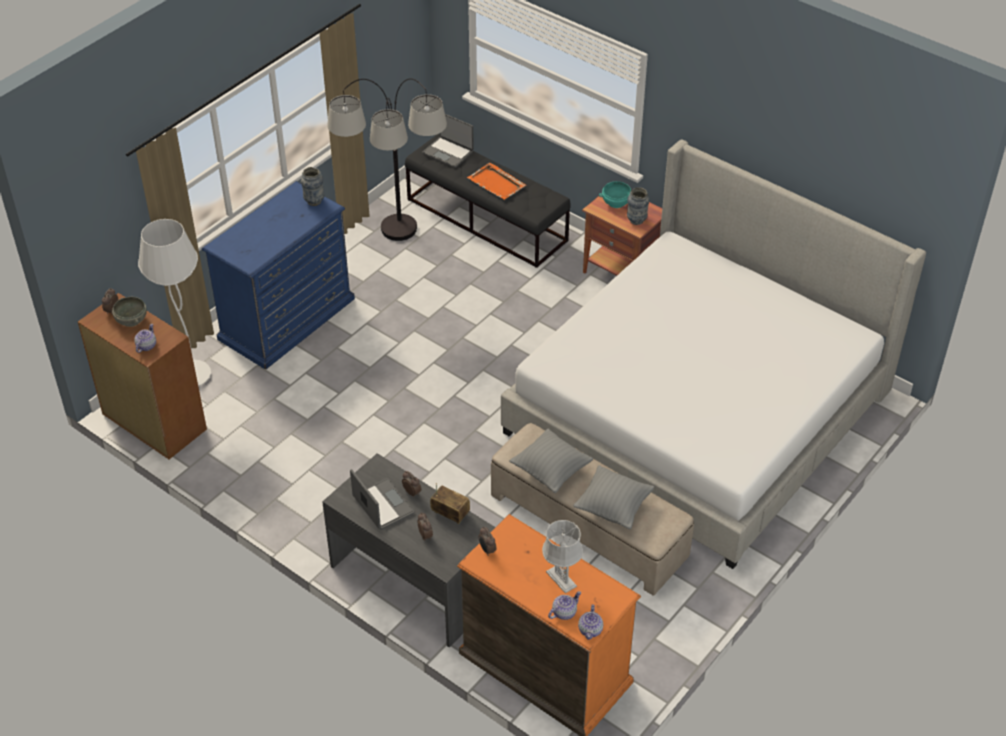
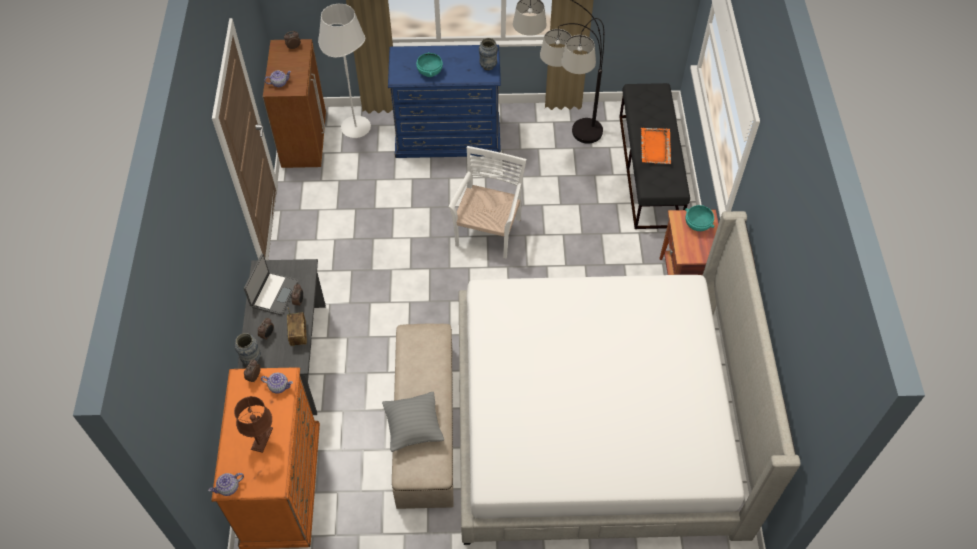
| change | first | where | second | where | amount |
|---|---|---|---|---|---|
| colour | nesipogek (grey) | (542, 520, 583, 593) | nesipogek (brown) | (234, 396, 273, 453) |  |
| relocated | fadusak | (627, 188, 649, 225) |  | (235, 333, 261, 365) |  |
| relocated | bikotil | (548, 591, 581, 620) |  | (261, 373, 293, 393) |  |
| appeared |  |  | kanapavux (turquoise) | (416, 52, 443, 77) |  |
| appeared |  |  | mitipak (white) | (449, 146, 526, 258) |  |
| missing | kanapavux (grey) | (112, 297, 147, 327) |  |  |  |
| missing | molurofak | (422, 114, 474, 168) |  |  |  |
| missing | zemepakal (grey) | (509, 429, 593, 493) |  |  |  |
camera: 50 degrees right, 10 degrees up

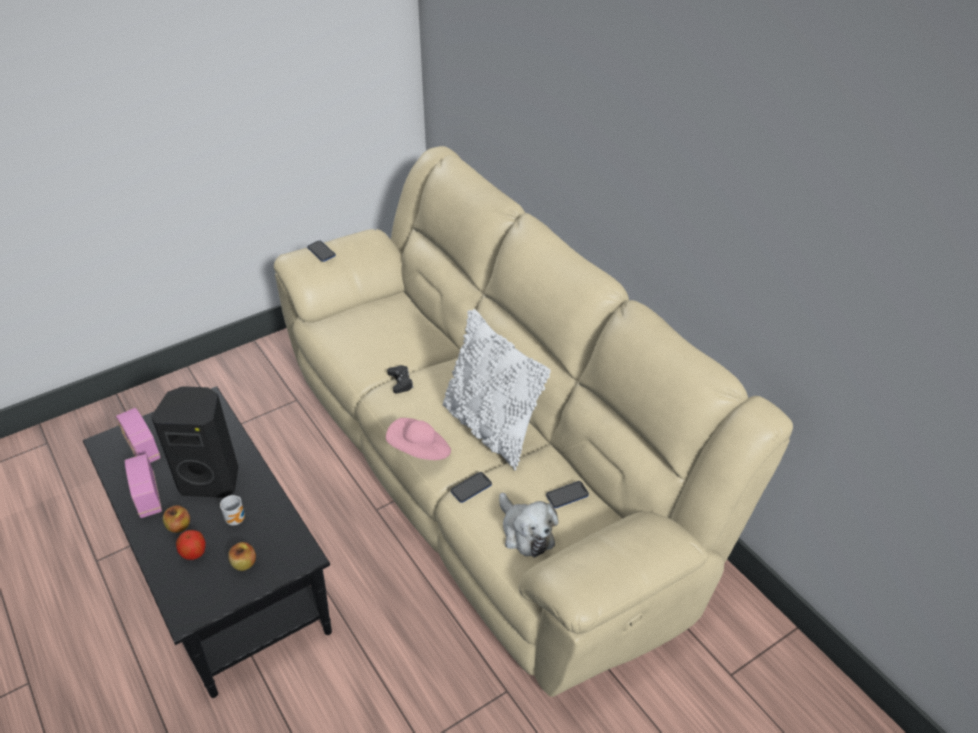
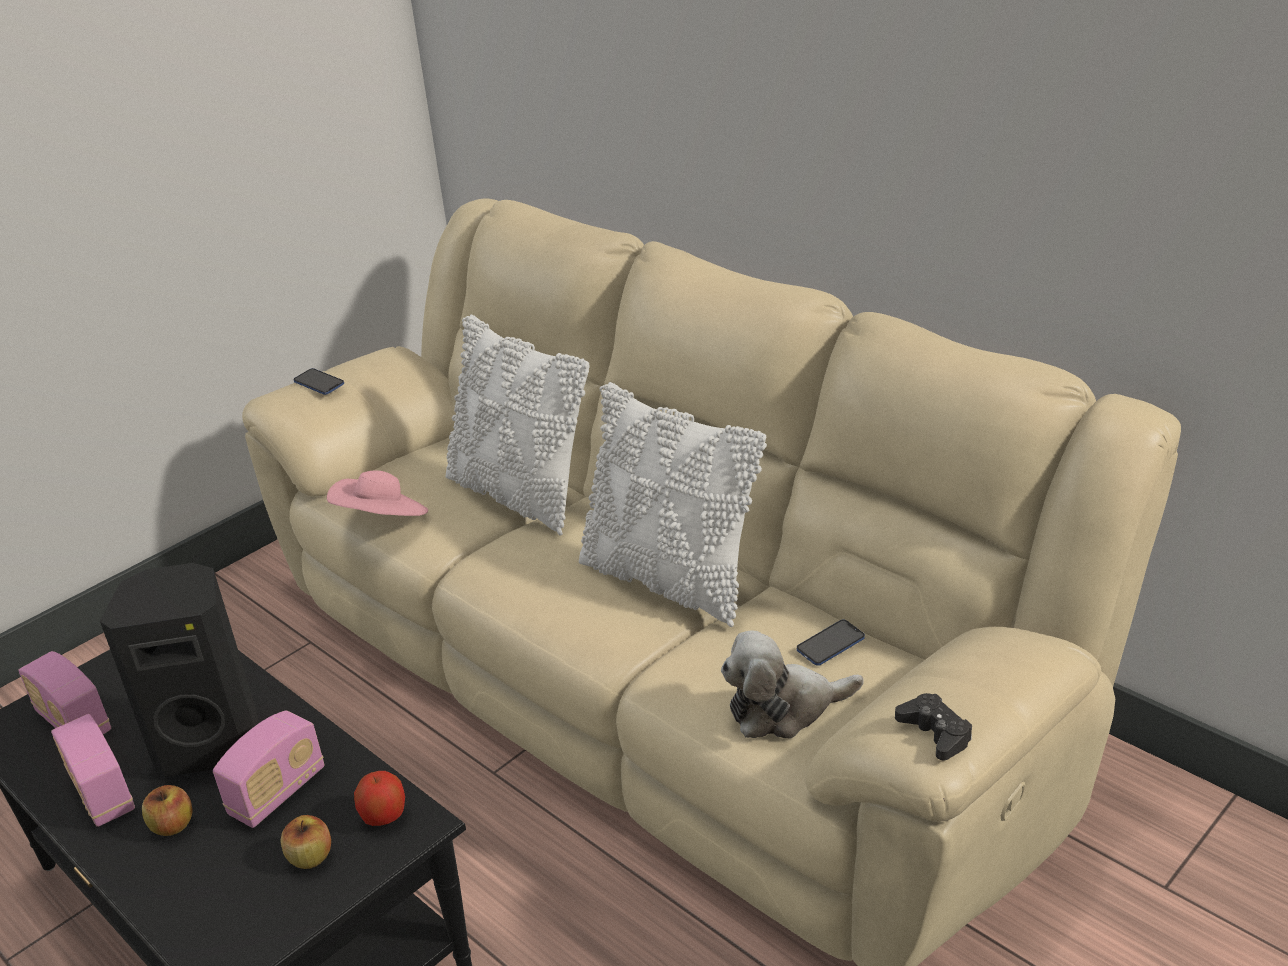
| change | first | where | second | where | amount |
|---|---|---|---|---|---|
| exchanged | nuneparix | (220, 495, 245, 526) | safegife | (213, 711, 324, 828) |  |
| relocated | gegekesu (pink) | (386, 418, 451, 460) |  | (327, 470, 428, 516) |  |
| relocated | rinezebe | (176, 530, 206, 560) |  | (354, 771, 405, 826) |  |
| appeared |  |  | zemepakal (white) | (446, 314, 589, 535) |  |
| spun | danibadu | (499, 493, 559, 558) |  | (721, 631, 864, 739) | 120 degrees clockwise |
| relocated | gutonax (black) | (387, 365, 414, 394) |  | (895, 693, 972, 760) |  |
| missing | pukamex | (451, 472, 492, 503) |  |  |  |
camera: 10 degrees left, 10 degrees down

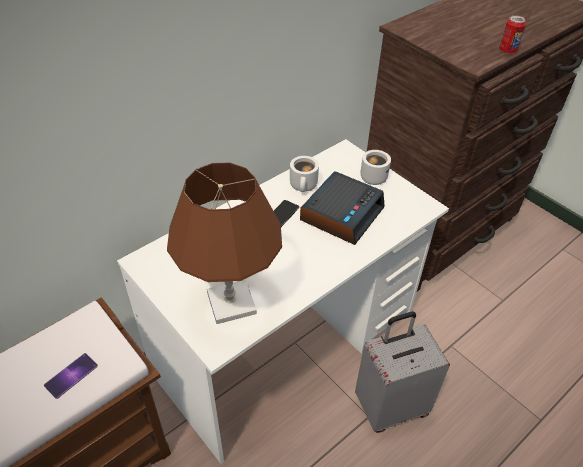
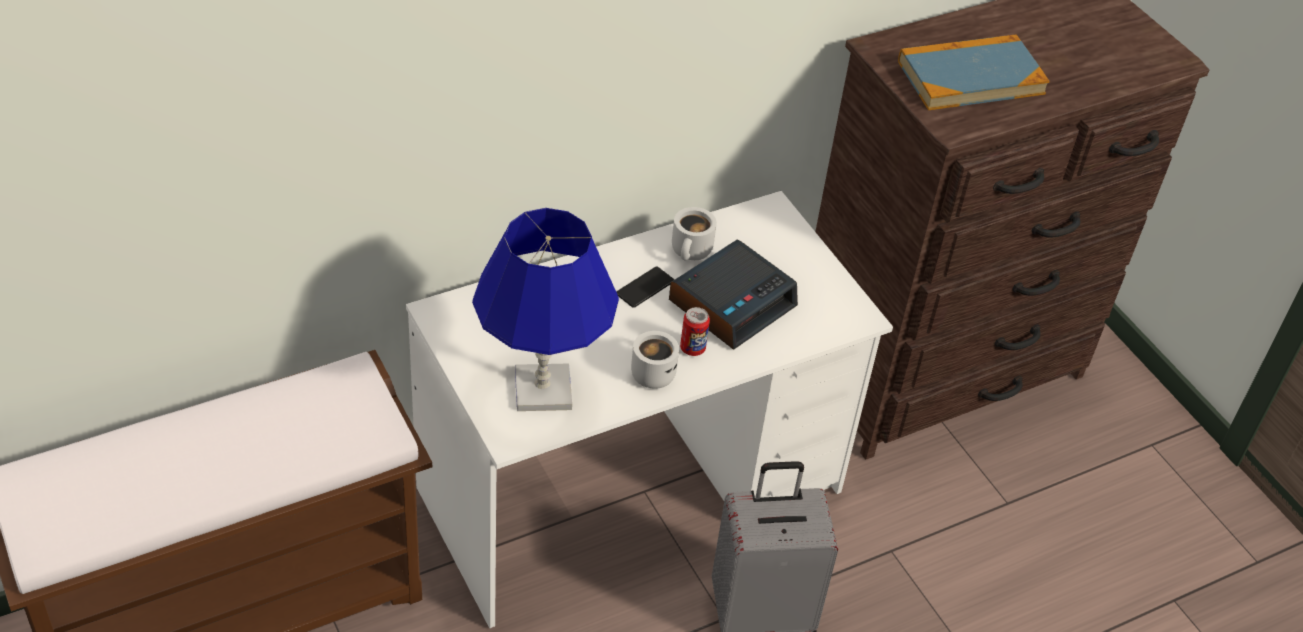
| change | first | where | second | where | amount |
|---|---|---|---|---|---|
| colour | nesipogek (brown) | (167, 163, 282, 324) | nesipogek (blue) | (472, 208, 619, 411) |  |
| relocated | nuneparix (white) | (360, 150, 391, 185) |  | (631, 331, 679, 389) |  |
| relocated | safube | (499, 16, 526, 54) |  | (680, 307, 710, 356) |  |
| appeared |  |  | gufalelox | (898, 34, 1050, 110) |  |
| missing | pukamex | (44, 353, 98, 399) |  |  |  |
camera: 10 degrees right, 0 degrees up

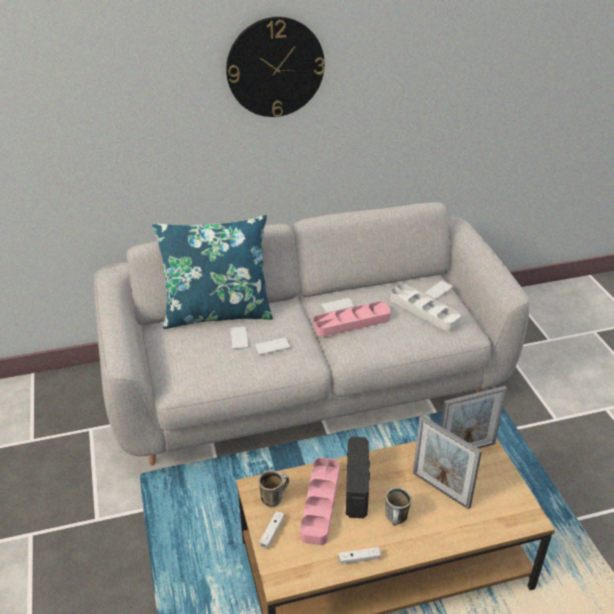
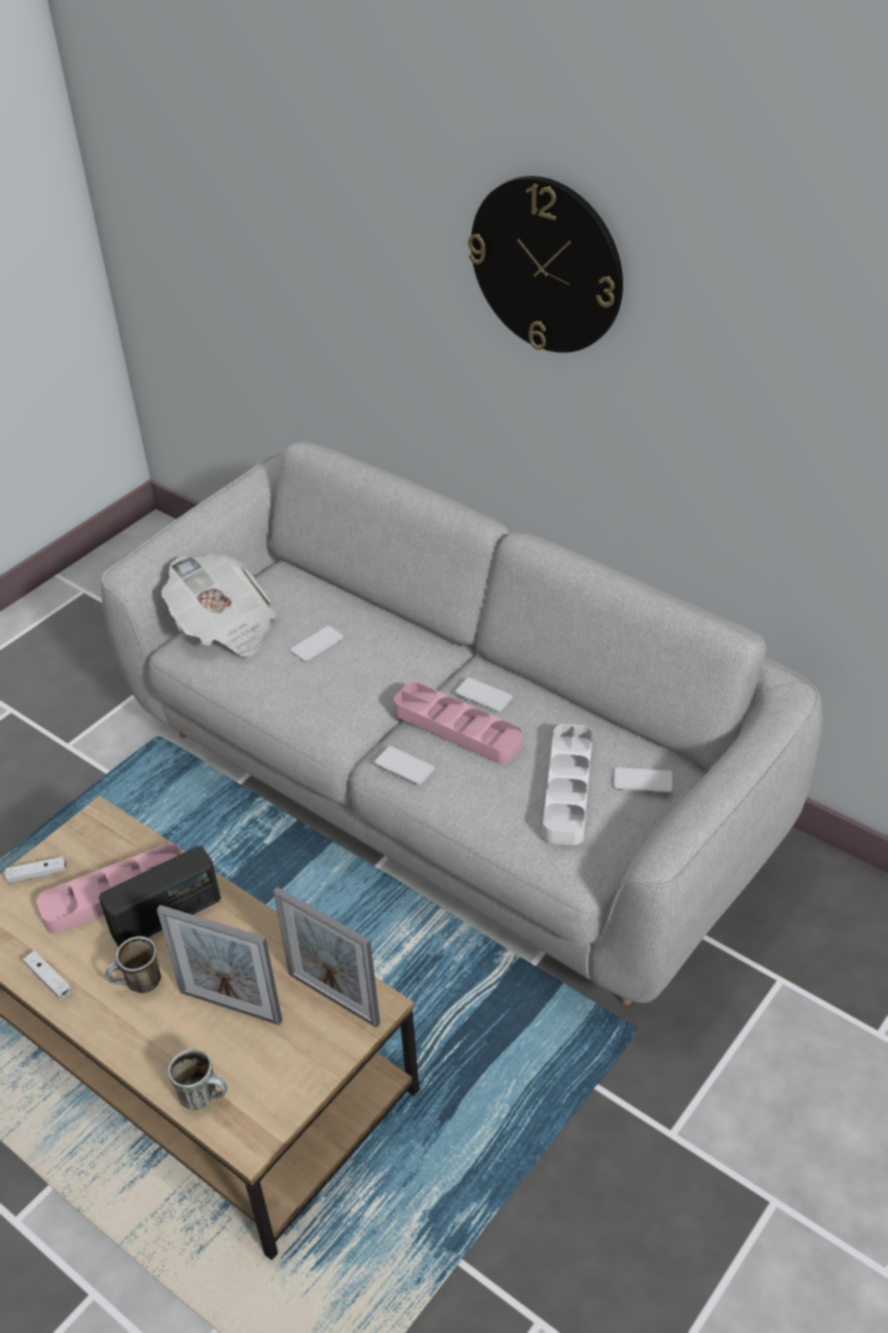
| change | first | where | second | where | amount |
|---|---|---|---|---|---|
| spun | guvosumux | (413, 415, 482, 510) |  | (157, 905, 282, 1025) | 75 degrees counterclockwise |
| appeared |  |  | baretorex | (161, 554, 277, 657) |  |
| relocated | nuneparix | (259, 470, 289, 507) |  | (168, 1049, 227, 1110) |  |
| relocated | pukamex | (255, 338, 290, 355) |  | (375, 746, 434, 785) |  |
| missing | zemepakal (blue) | (152, 215, 273, 329) |  |  |  |
camera: 55 degrees right, 5 degrees up

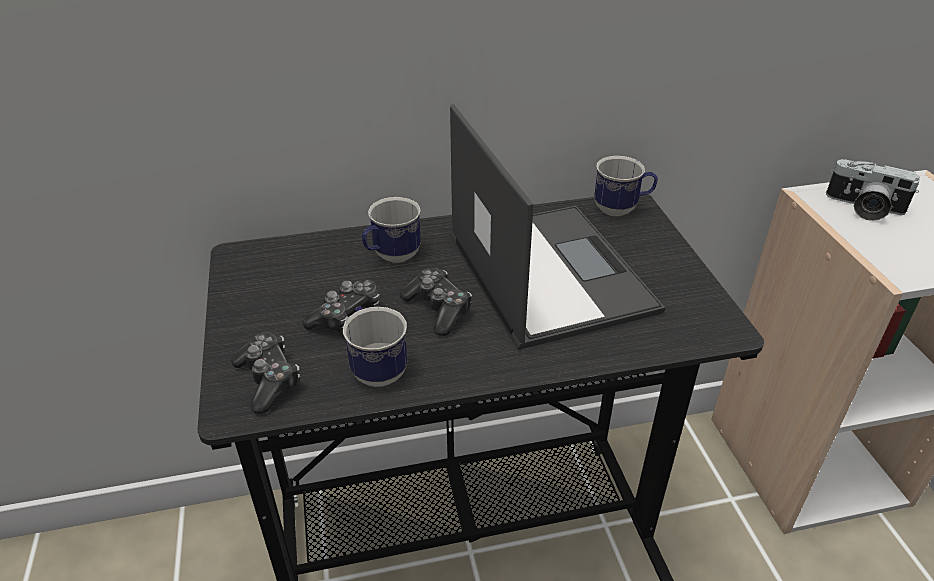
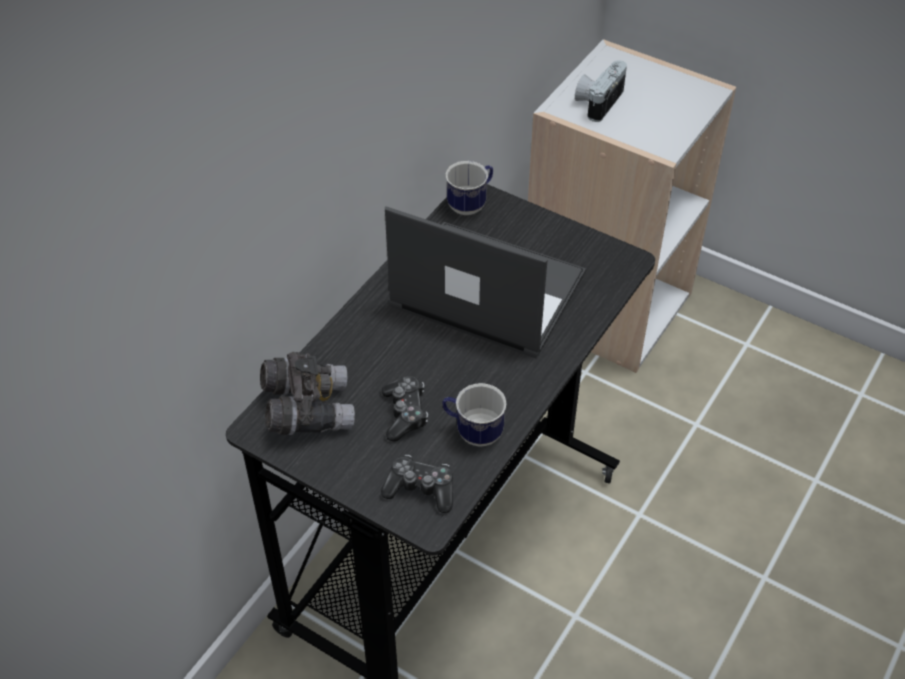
| change | first | where | second | where | amount |
|---|---|---|---|---|---|
| appeared |  |  | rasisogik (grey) | (260, 352, 355, 435) |  |
| spun | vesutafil | (826, 159, 920, 221) |  | (575, 60, 627, 122) | 135 degrees clockwise |
| missing | nuneparix | (362, 197, 421, 263) |  |  |  |
| missing | gutonax | (400, 268, 472, 336) |  |  |  |
camera: 45 degrees left, 10 degrees up

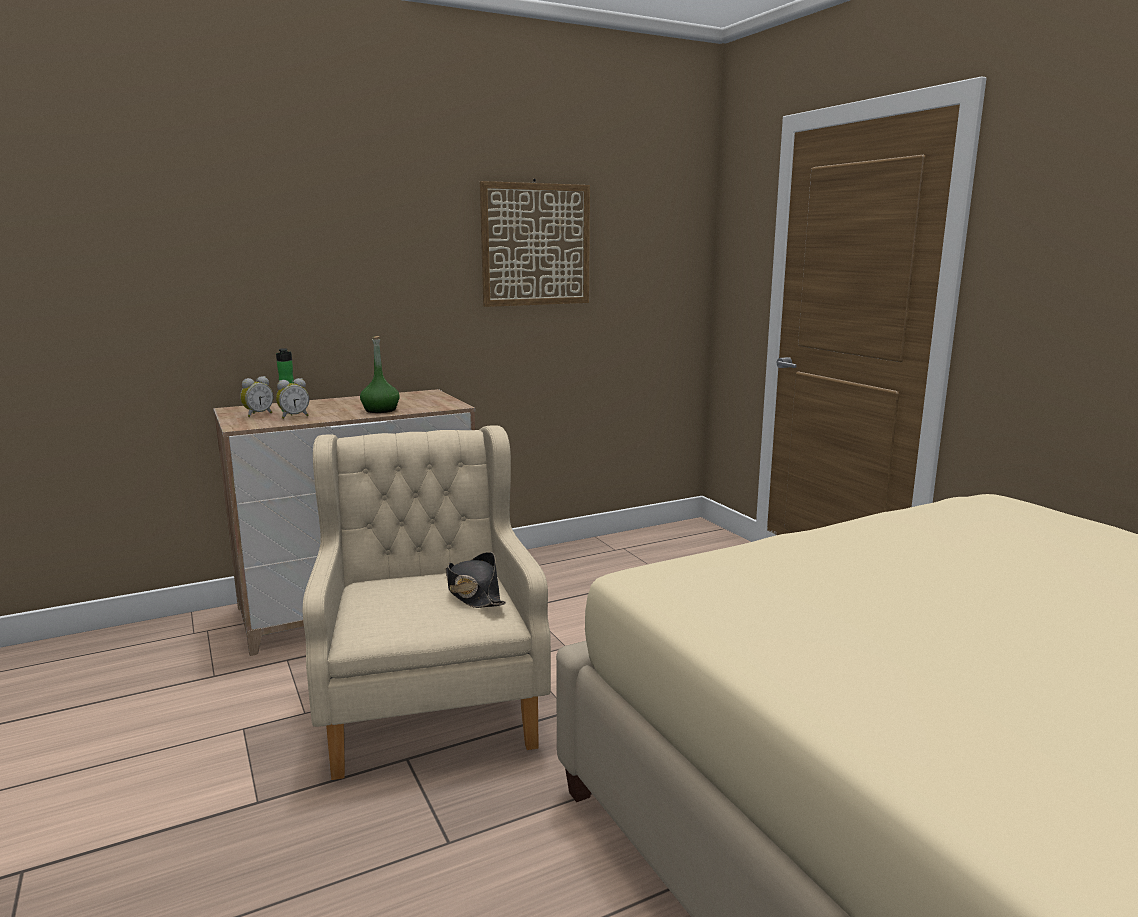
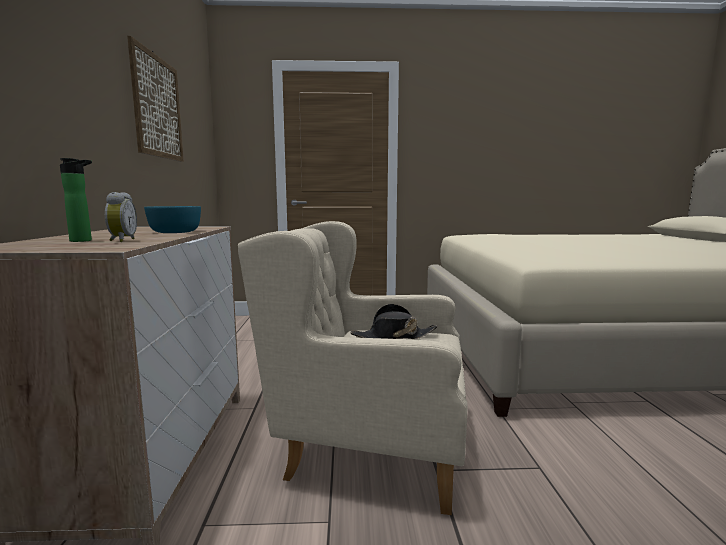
| change | first | where | second | where | amount |
|---|---|---|---|---|---|
| exchanged | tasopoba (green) | (360, 336, 400, 413) | kanapavux (turquoise) | (144, 206, 201, 233) |  |
| missing | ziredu | (240, 376, 273, 417) |  |  |  |
camera: 65 degrees left, 5 degrees down

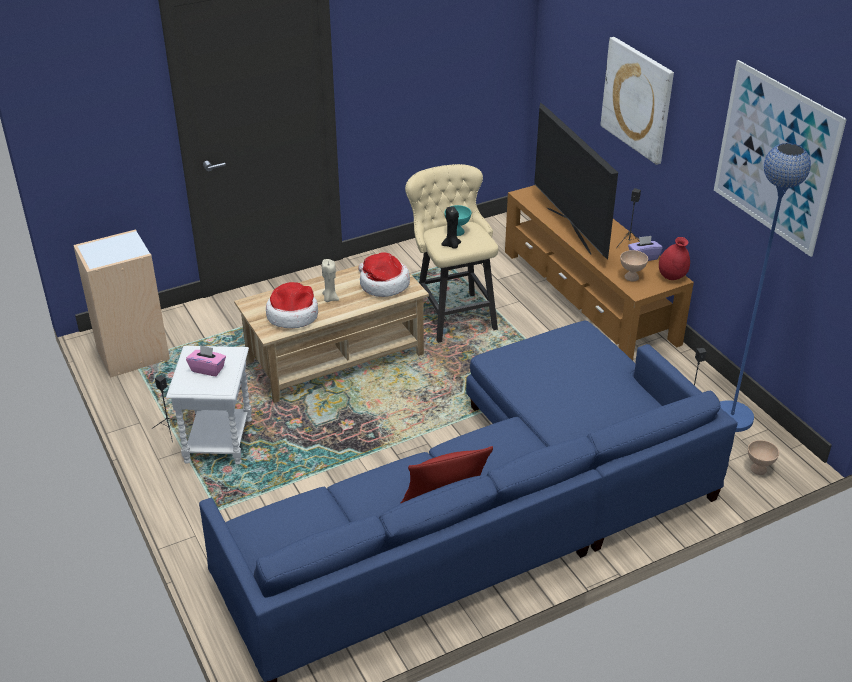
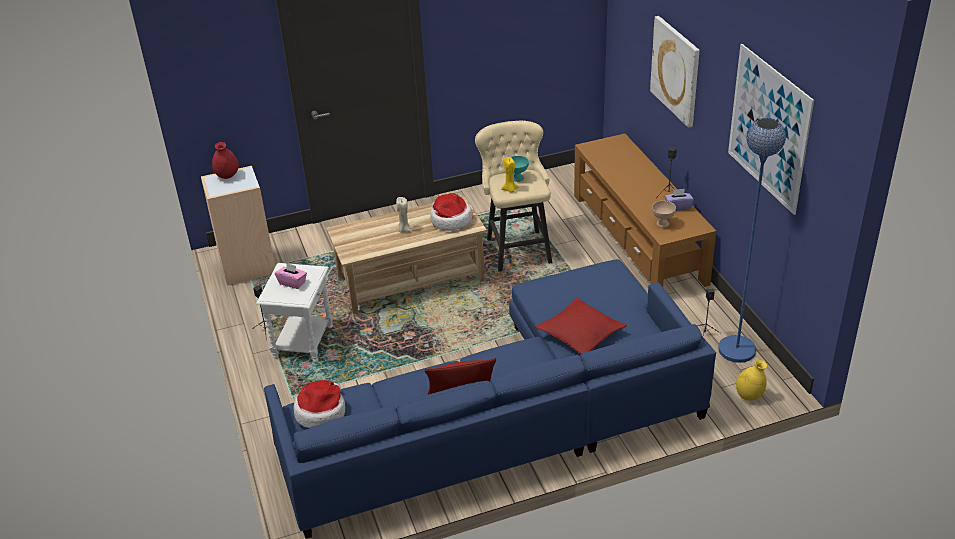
| change | first | where | second | where | amount |
|---|---|---|---|---|---|
| relocated | fadusak (red) | (659, 237, 690, 280) |  | (212, 142, 239, 179) |  |
| relocated | gegekesu | (266, 282, 318, 328) |  | (293, 380, 345, 428) |  |
| colour | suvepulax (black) | (441, 207, 461, 249) | suvepulax (yellow) | (501, 157, 519, 193) |  |
| appeared |  |  | zemepakal (red) | (535, 298, 626, 354) |  |
| exchanged | kanapavux (beige) | (748, 440, 779, 475) | fadusak (yellow) | (736, 360, 767, 401) |  |
| missing | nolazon | (534, 102, 618, 260) |  |  |  |
camera: 10 degrees right, 0 degrees up

